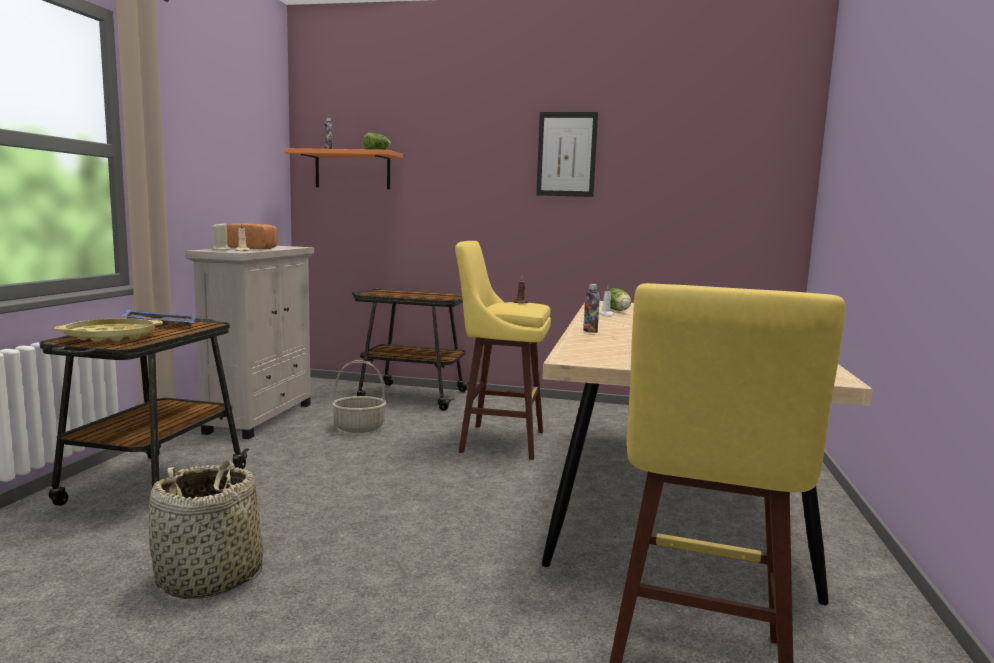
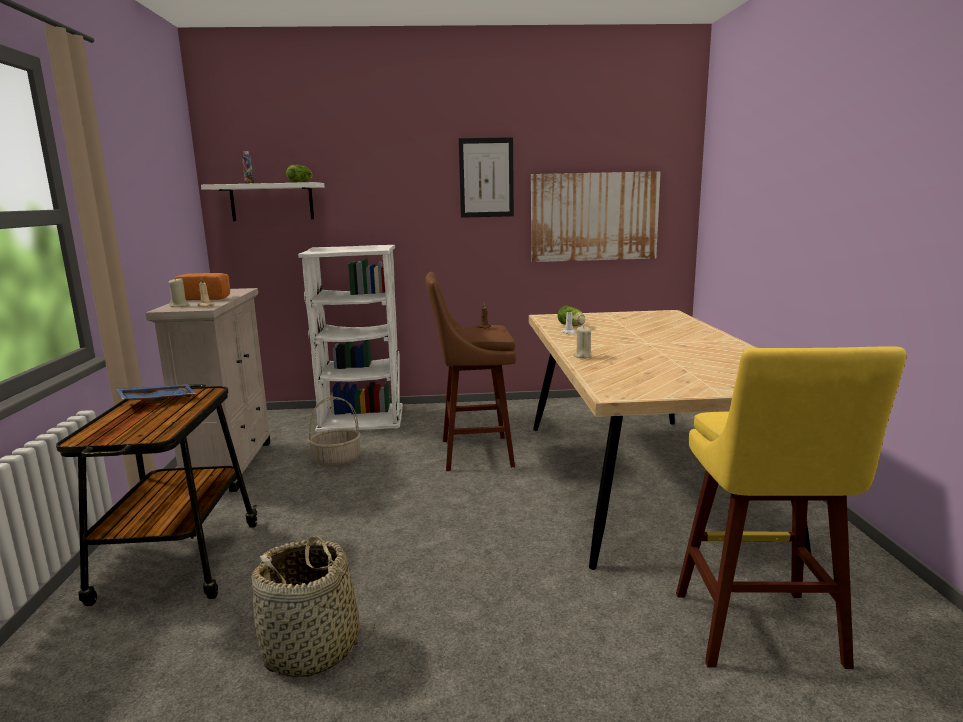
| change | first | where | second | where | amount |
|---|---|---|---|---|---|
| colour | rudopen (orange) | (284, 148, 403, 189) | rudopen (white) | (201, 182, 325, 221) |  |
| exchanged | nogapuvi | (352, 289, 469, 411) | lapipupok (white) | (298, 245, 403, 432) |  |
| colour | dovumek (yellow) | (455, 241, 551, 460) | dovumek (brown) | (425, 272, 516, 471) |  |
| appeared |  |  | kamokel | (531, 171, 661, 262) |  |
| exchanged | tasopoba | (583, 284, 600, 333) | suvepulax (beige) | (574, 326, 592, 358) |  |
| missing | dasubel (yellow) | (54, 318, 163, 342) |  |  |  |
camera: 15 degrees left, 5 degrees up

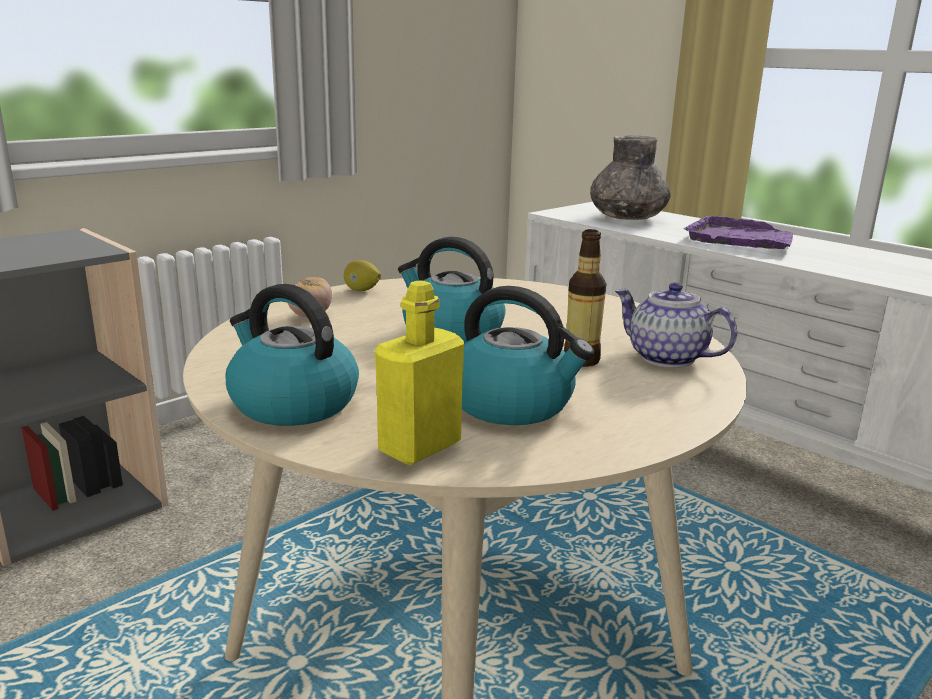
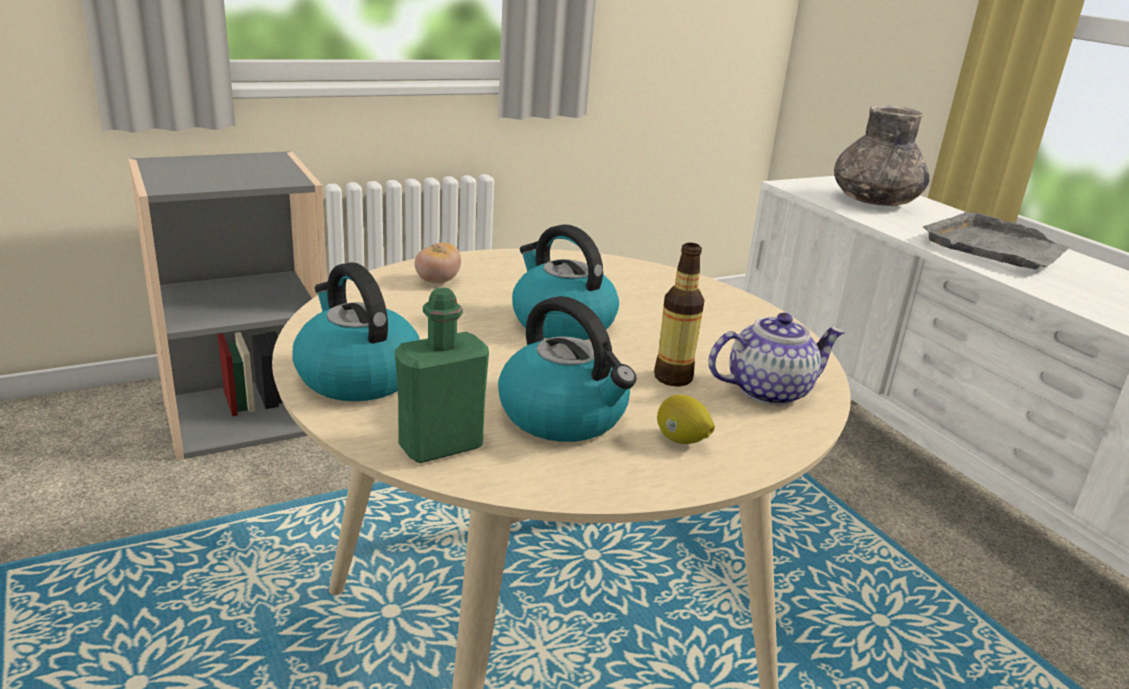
| change | first | where | second | where | amount |
|---|---|---|---|---|---|
| colour | tasopoba (yellow) | (375, 280, 464, 465) | tasopoba (green) | (395, 288, 489, 463) |  |
| relocated | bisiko | (344, 260, 381, 291) |  | (657, 395, 715, 444) |  |
| spun | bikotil | (615, 282, 737, 368) |  | (708, 313, 845, 406) | 105 degrees clockwise |
| colour | dasubel (purple) | (683, 216, 793, 249) | dasubel (grey) | (923, 212, 1069, 270) |  |
camera: 15 degrees right, 5 degrees up

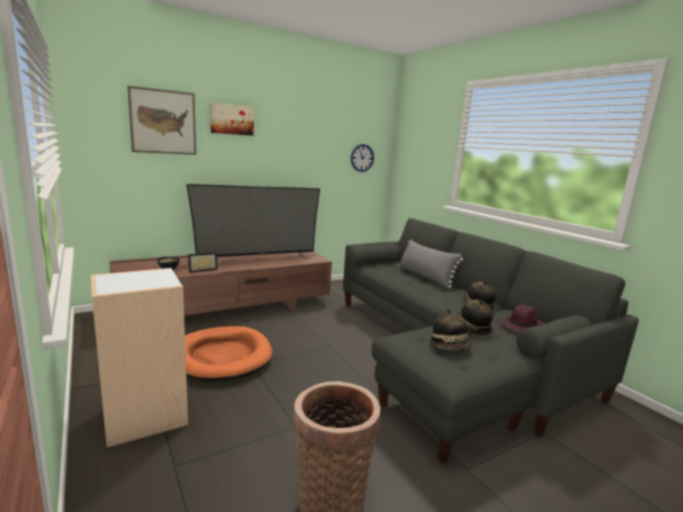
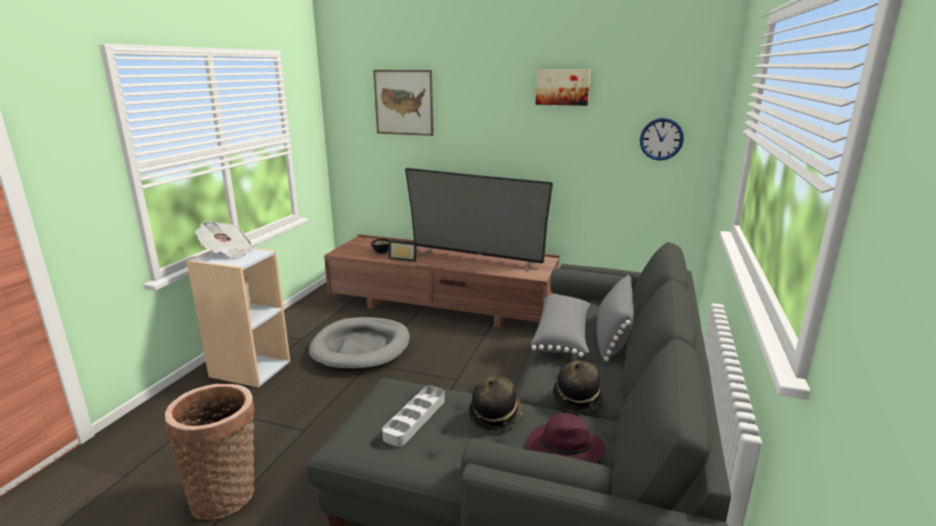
| change | first | where | second | where | amount |
|---|---|---|---|---|---|
| appeared |  |  | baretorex | (195, 221, 254, 259) |  |
| colour | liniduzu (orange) | (185, 326, 272, 381) | liniduzu (grey) | (309, 317, 410, 372) |  |
| exchanged | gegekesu | (429, 309, 472, 350) | dasubel (grey) | (382, 386, 445, 447) |  |
| appeared |  |  | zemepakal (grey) | (530, 295, 591, 357) |  |
| relocated | kamokel | (210, 103, 254, 136) |  | (535, 69, 590, 106) |  |
camera: 50 degrees right, 5 degrees up

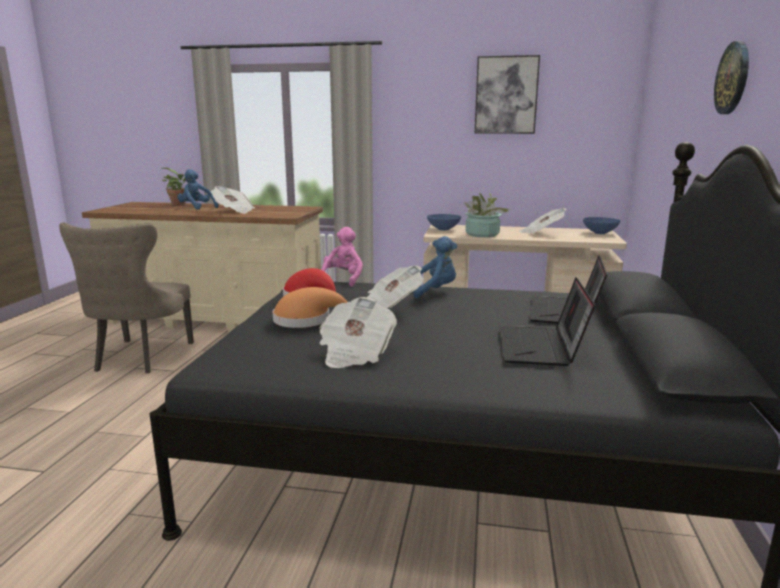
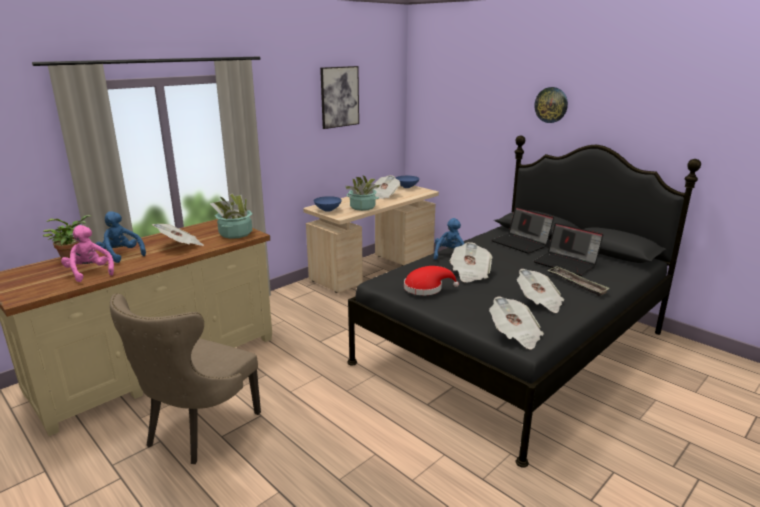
| change | first | where | second | where | amount |
|---|---|---|---|---|---|
| relocated | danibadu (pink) | (321, 227, 363, 287) |  | (61, 225, 114, 282) |  |
| spun | danibadu (blue) | (177, 169, 219, 210) |  | (96, 211, 146, 263) | 60 degrees clockwise |
| spun | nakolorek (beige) | (59, 222, 194, 373) |  | (110, 293, 261, 464) | 75 degrees clockwise |
| appeared |  |  | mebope | (210, 193, 253, 239) |  |
| appeared |  |  | baretorex | (489, 296, 544, 350) |  |
| appeared |  |  | dasubel | (547, 266, 610, 296) |  |
| missing | gegekesu (orange) | (273, 287, 347, 328) |  |  |  |
camera: 55 degrees left, 5 degrees up

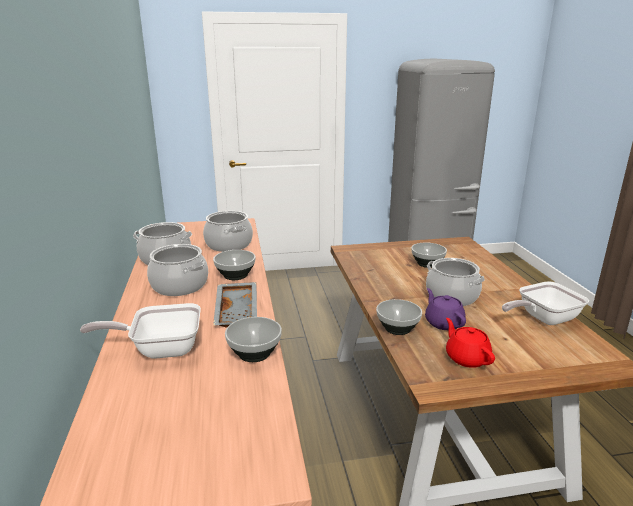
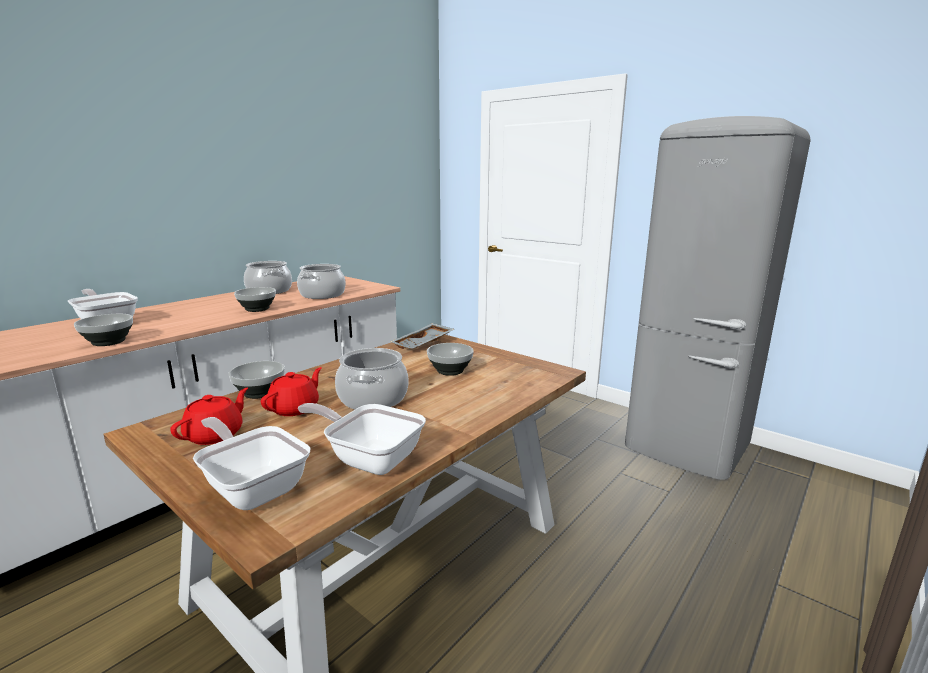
| change | first | where | second | where | amount |
|---|---|---|---|---|---|
| appeared |  |  | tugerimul | (193, 417, 310, 510) |  |
| colour | bikotil (purple) | (425, 288, 466, 330) | bikotil (red) | (261, 367, 322, 416) |  |
| relocated | dasubel (grey) | (213, 282, 257, 328) |  | (391, 323, 454, 349) |  |
| missing | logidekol | (147, 244, 208, 296) |  |  |  |
camera: 50 degrees right, 5 degrees down

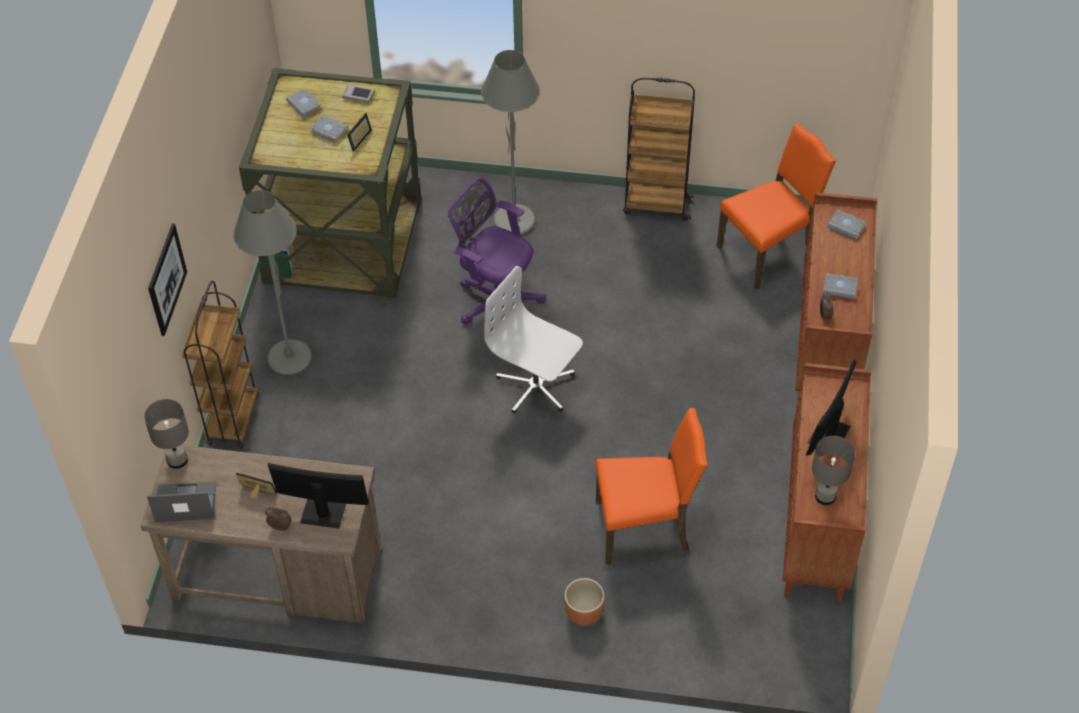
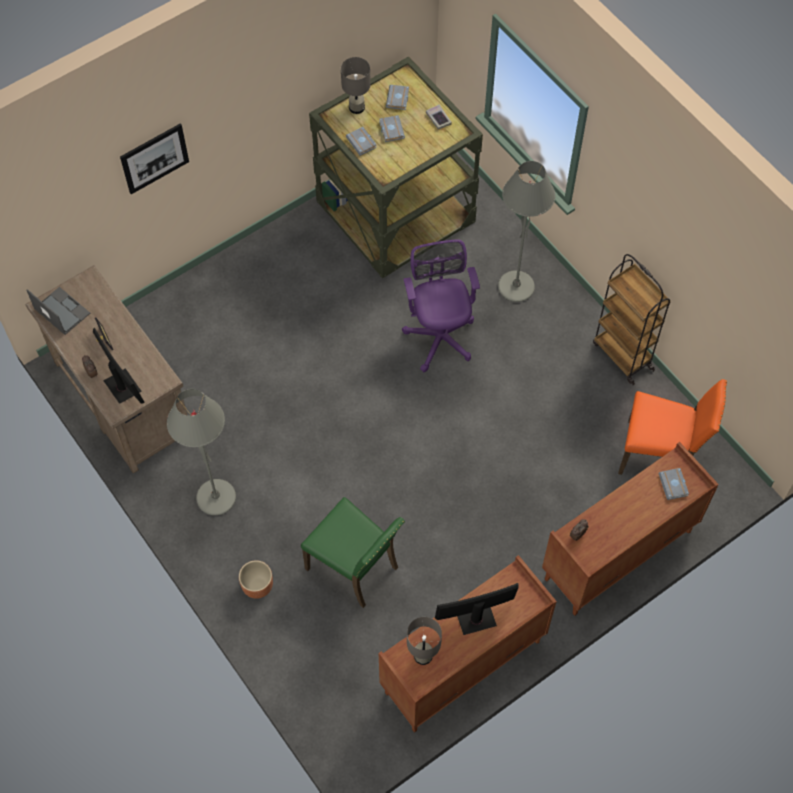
| change | first | where | second | where | amount |
|---|---|---|---|---|---|
| relocated | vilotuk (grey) | (233, 190, 312, 375) |  | (167, 389, 236, 516) |  |
| colour | nakolorek (orange) | (595, 408, 708, 565) | nakolorek (green) | (301, 497, 405, 608) |  |
| relocated | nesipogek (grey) | (144, 399, 189, 469) |  | (341, 57, 371, 114) |  |
| relocated | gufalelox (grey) | (823, 273, 858, 299) |  | (346, 127, 377, 156) |  |
| missing | nogapuvi (brown) | (182, 281, 260, 449) |  |  |  |
| missing | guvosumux | (347, 113, 372, 152) |  |  |  |
| missing | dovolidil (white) | (484, 266, 583, 414) |  |  |  |
camera: 45 degrees right, 10 degrees up

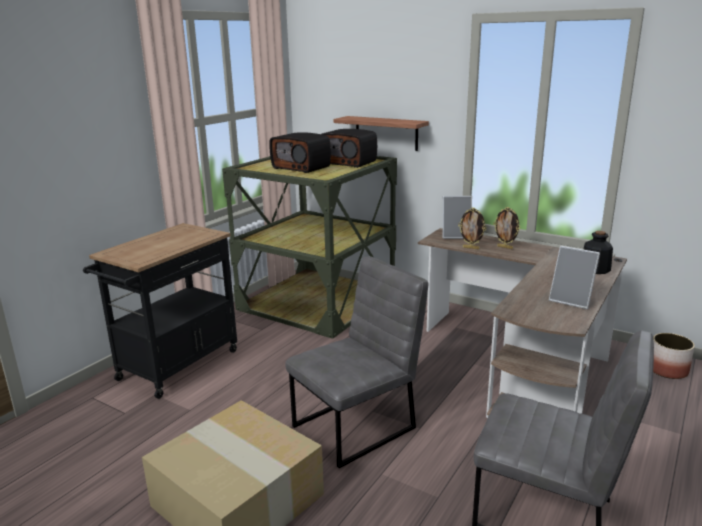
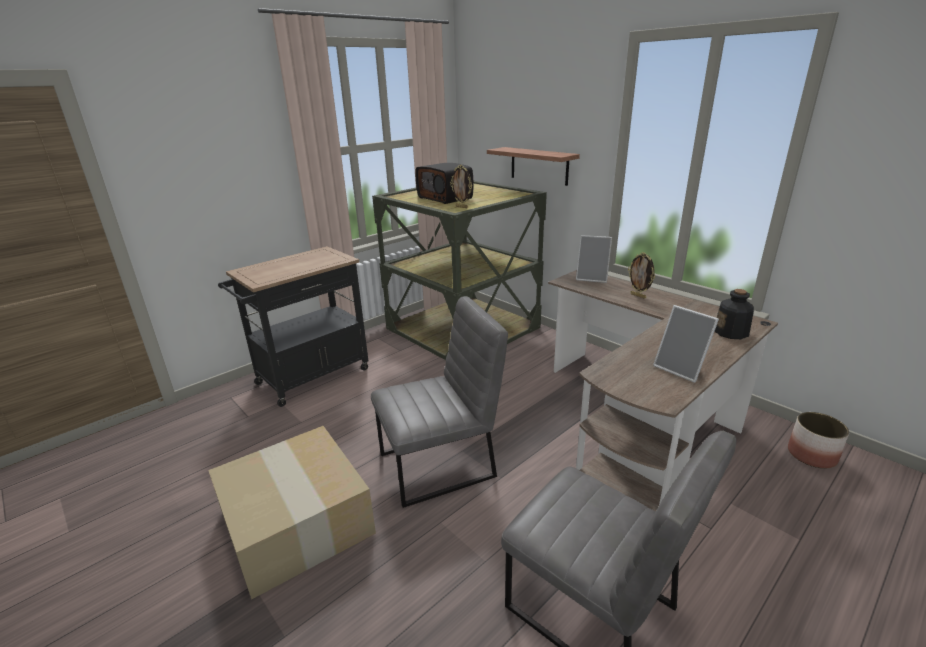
| change | first | where | second | where | amount |
|---|---|---|---|---|---|
| relocated | guvosumux | (458, 207, 486, 249) |  | (450, 165, 472, 208) |  |
| missing | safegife | (322, 129, 377, 168) |  |  |  |
camera: 15 degrees right, 5 degrees up

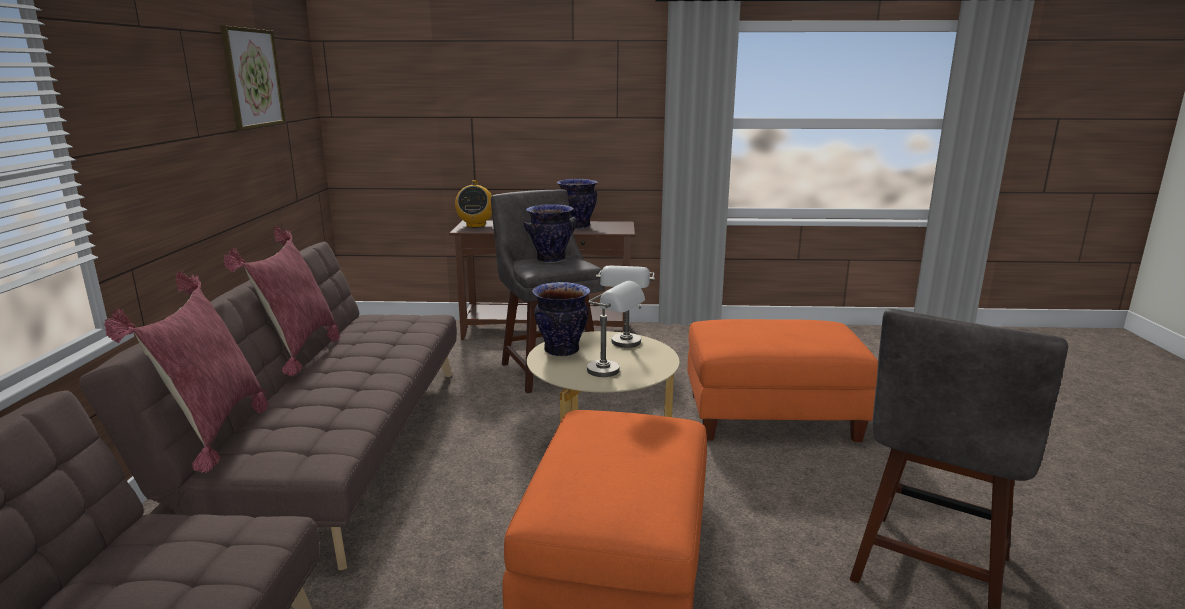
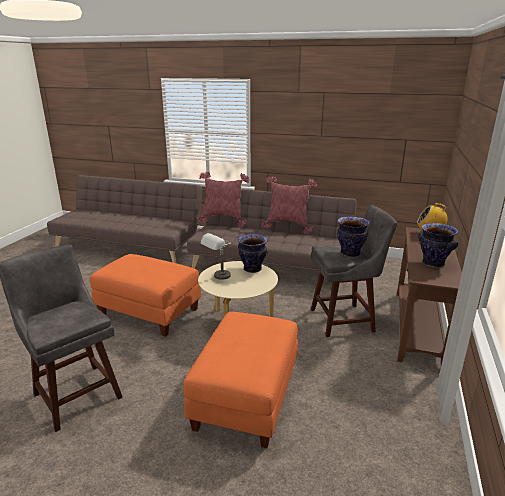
| change | first | where | second | where | amount |
|---|---|---|---|---|---|
| missing | kamokel | (220, 26, 286, 130) |  |  |  |
| missing | nesipogek (grey) | (596, 266, 655, 348) |  |  |  |
camera: 105 degrees right, 5 degrees up

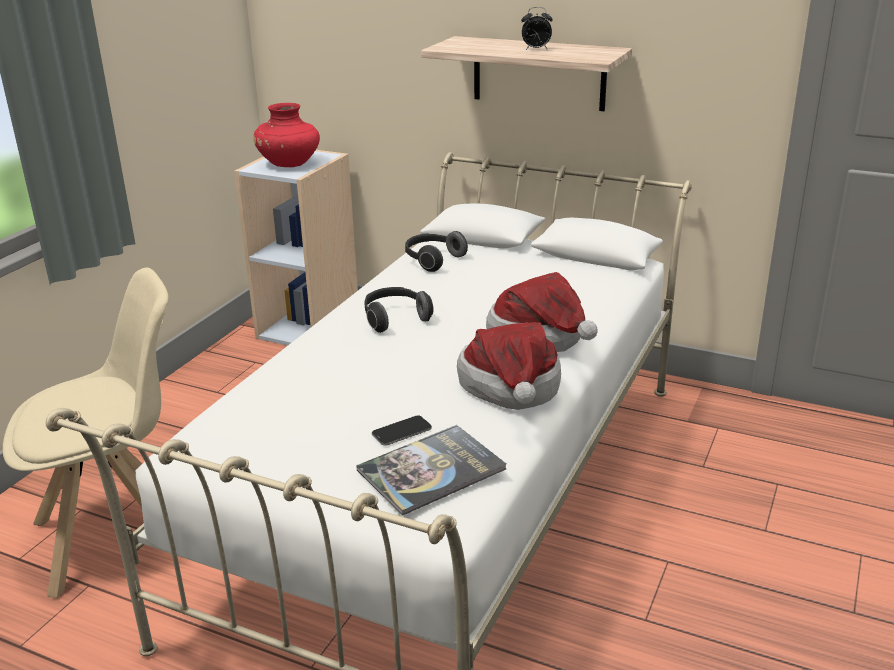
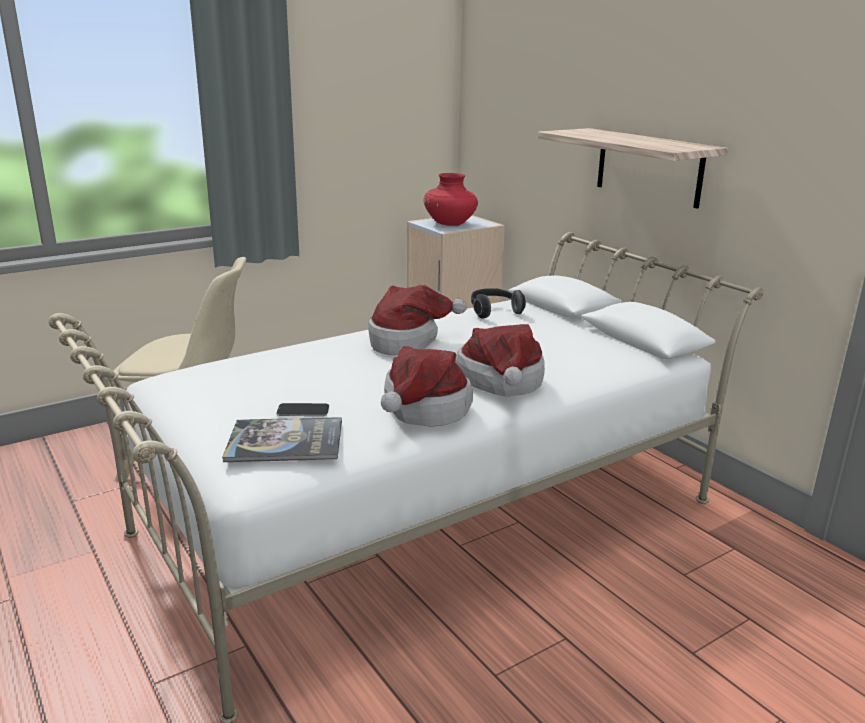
| change | first | where | second | where | amount |
|---|---|---|---|---|---|
| exchanged | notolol | (365, 287, 434, 333) | gegekesu | (368, 285, 467, 356) |  |
| missing | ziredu | (521, 7, 553, 50) |  |  |  |
camera: 30 degrees right, 5 degrees down

